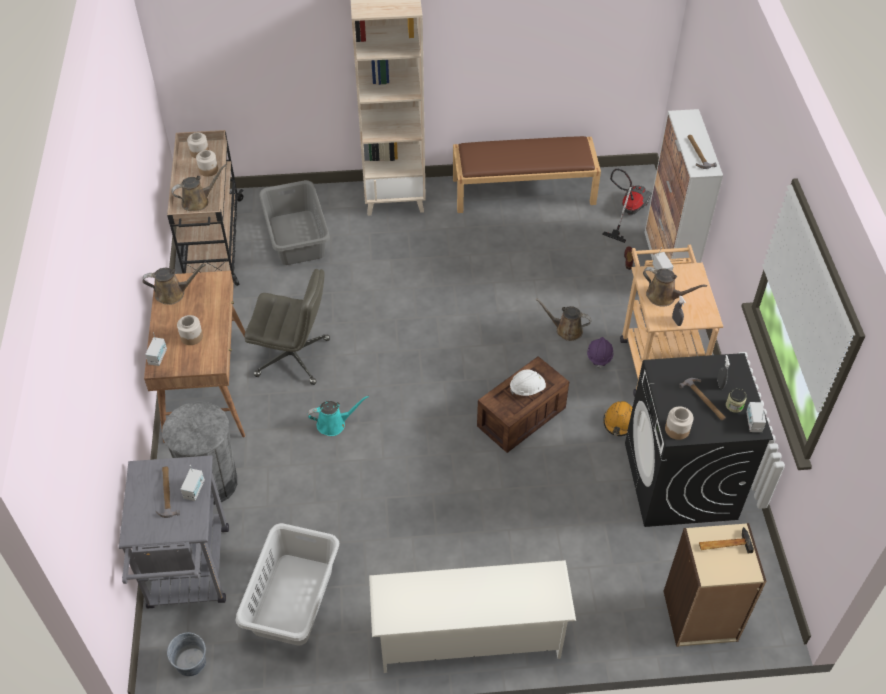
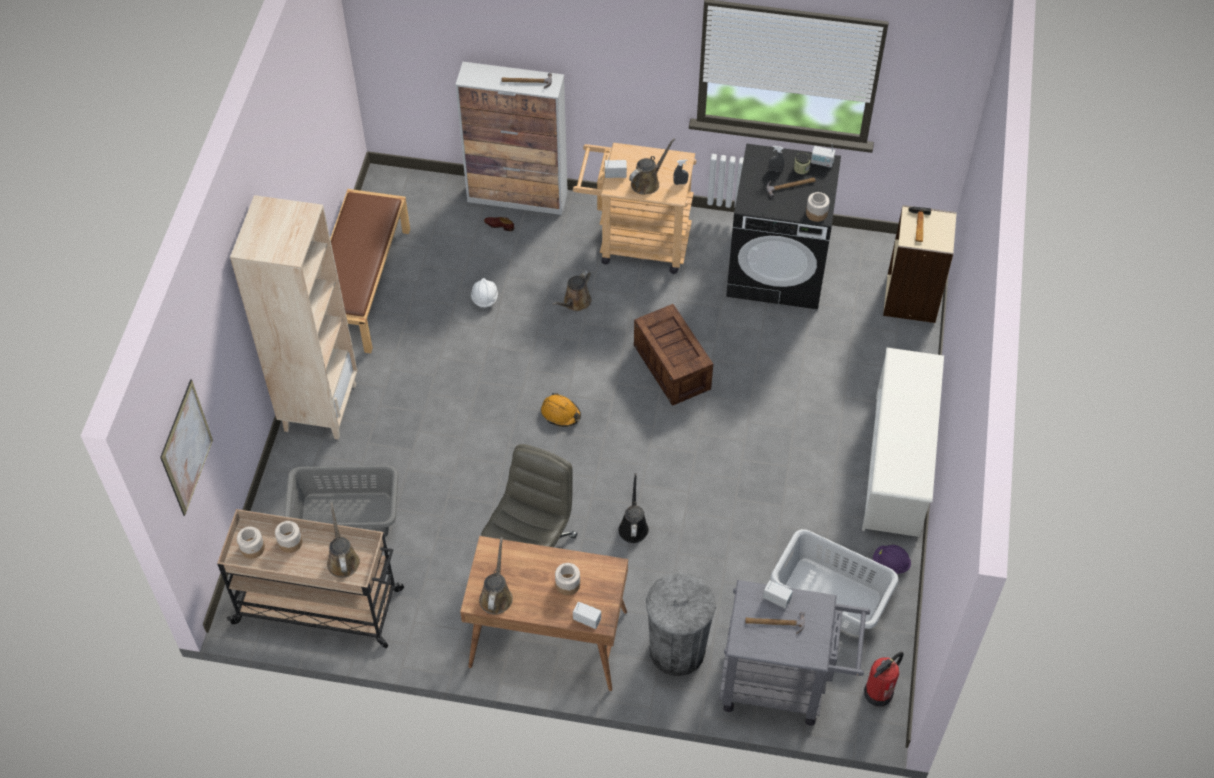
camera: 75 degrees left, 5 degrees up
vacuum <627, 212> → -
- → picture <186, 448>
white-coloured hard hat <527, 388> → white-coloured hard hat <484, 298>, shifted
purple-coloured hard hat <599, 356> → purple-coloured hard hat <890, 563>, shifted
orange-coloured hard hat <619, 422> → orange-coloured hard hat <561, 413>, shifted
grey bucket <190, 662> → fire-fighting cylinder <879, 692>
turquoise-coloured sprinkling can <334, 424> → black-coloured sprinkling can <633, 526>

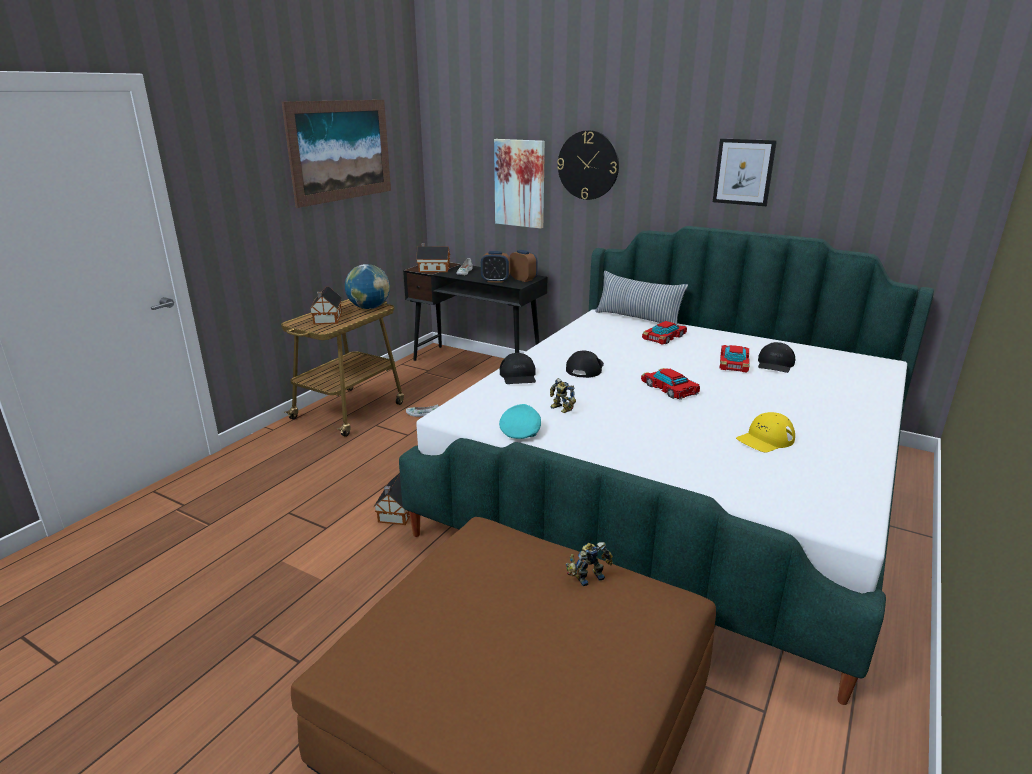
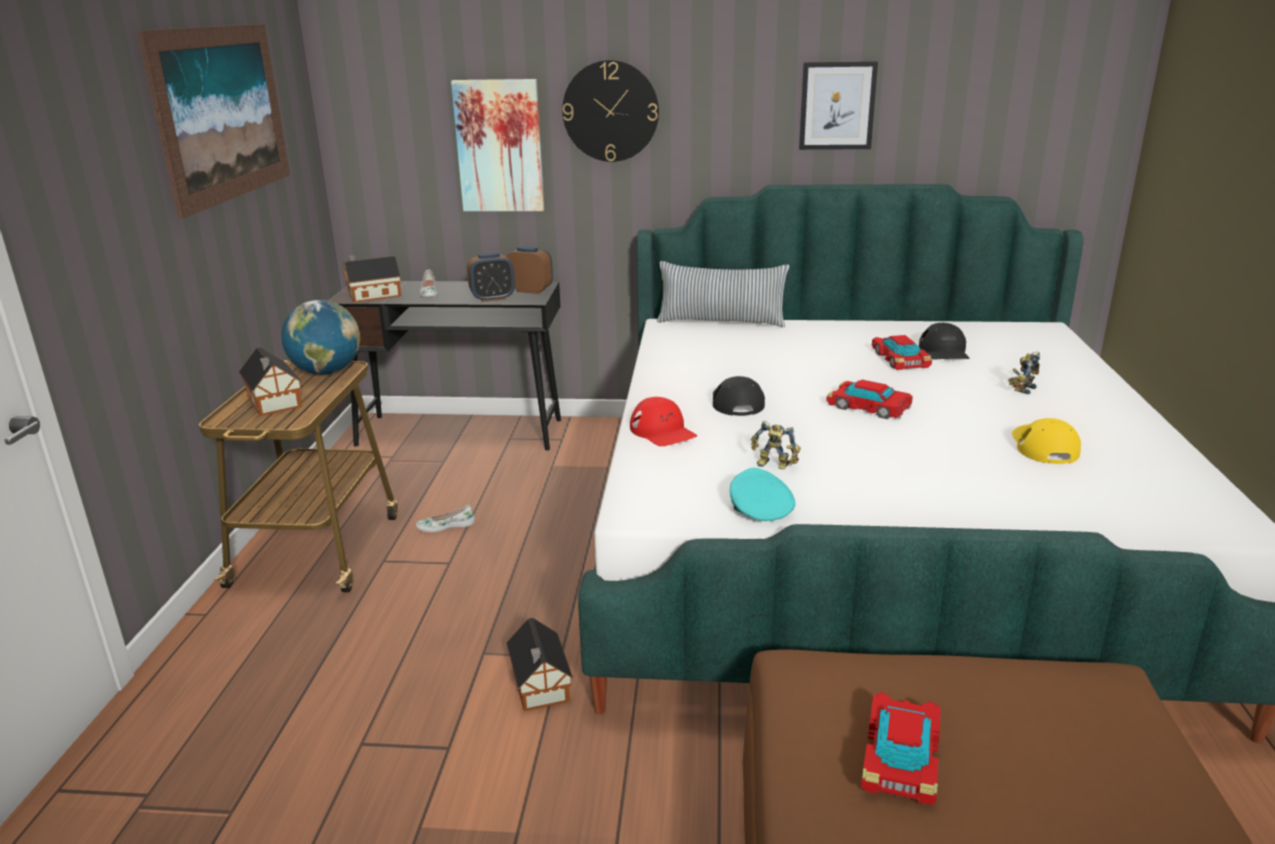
camera: 25 degrees left, 0 degrees up
toy robot <588, 576> → toy robot <1022, 389>, shifted
toy car <665, 337> → toy car <902, 756>, shifted
black-coloured peaked cap <518, 376> → red peaked cap <663, 431>
yellowish peaked cap <765, 439> → yellowish peaked cap <1043, 446>, 150 degrees clockwise

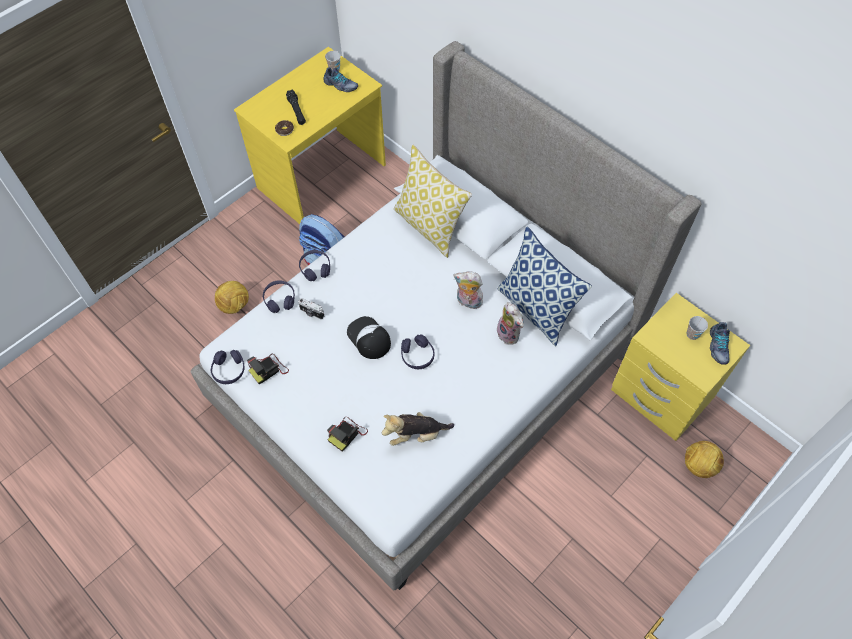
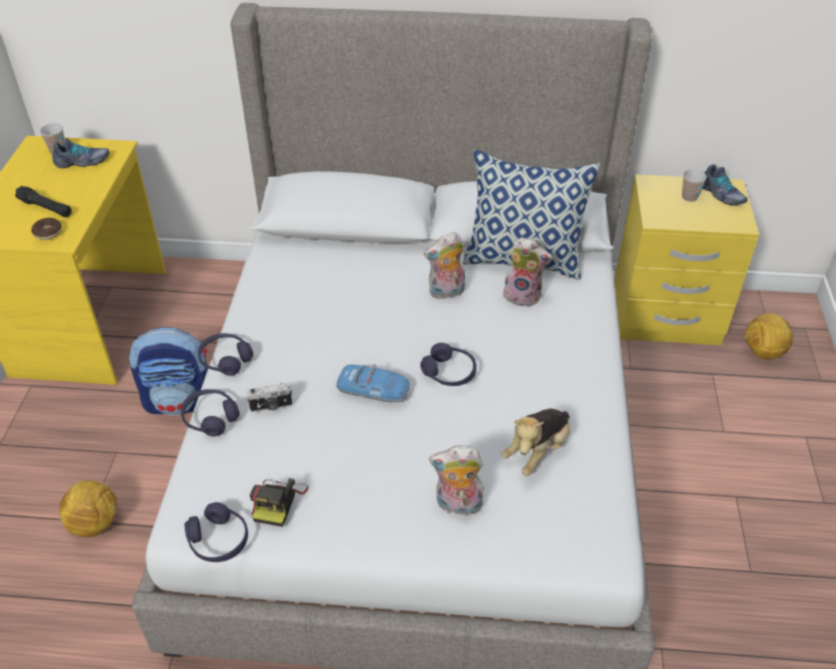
camera: 40 degrees left, 15 degrees down
throw pillow <430, 226> → -
photo camera <347, 434> → plush toy <457, 505>
peaked cap <368, 338> → toy car <373, 389>

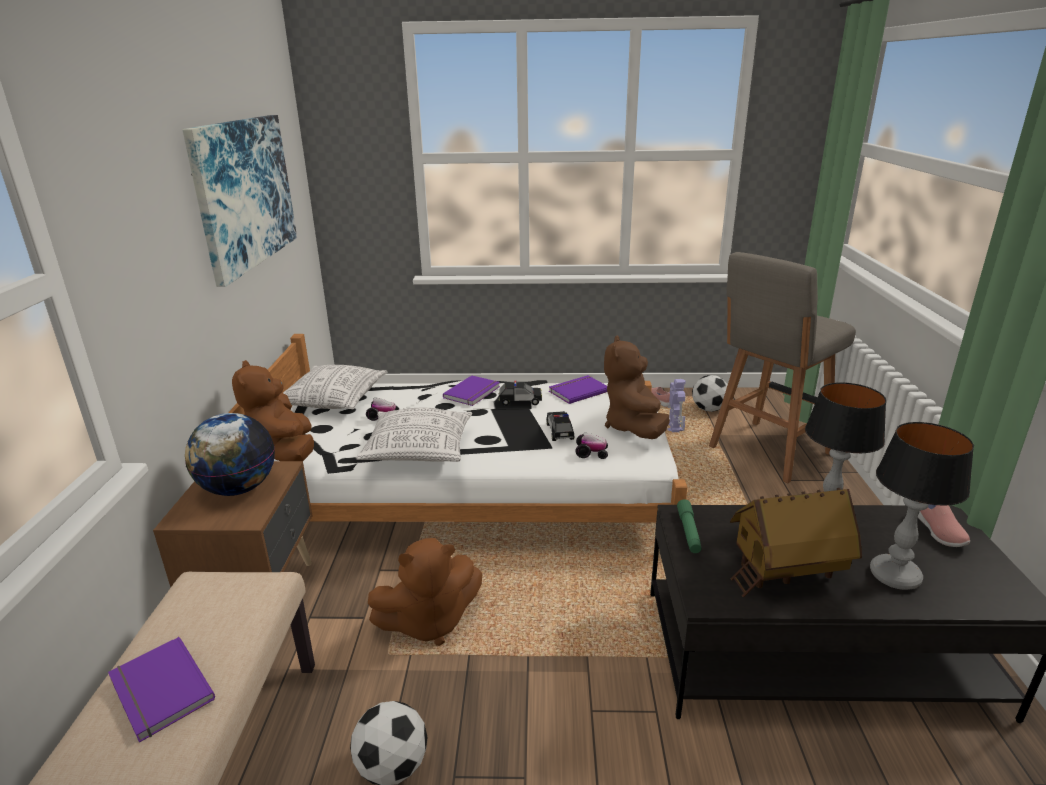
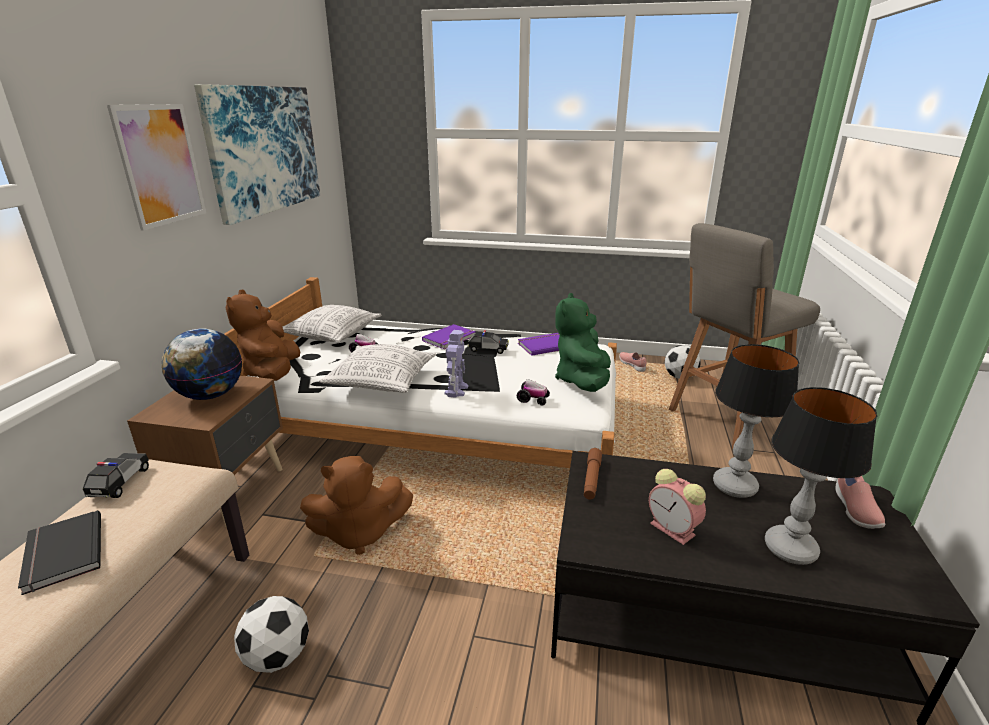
camera: 10 degrees right, 0 degrees up
- → picture <161, 165>
toy car <560, 432> → toy car <120, 483>, shifted
toy robot <674, 427> → toy robot <456, 390>, shifted
miniature house <786, 573> → bedside clock <674, 530>
purple-coloured book <158, 691> → black-coloured book <61, 554>
brown-coloured plush toy <634, 427> → green-coloured plush toy <582, 381>
green-coloured torch <688, 531> → brown-coloured torch <592, 478>

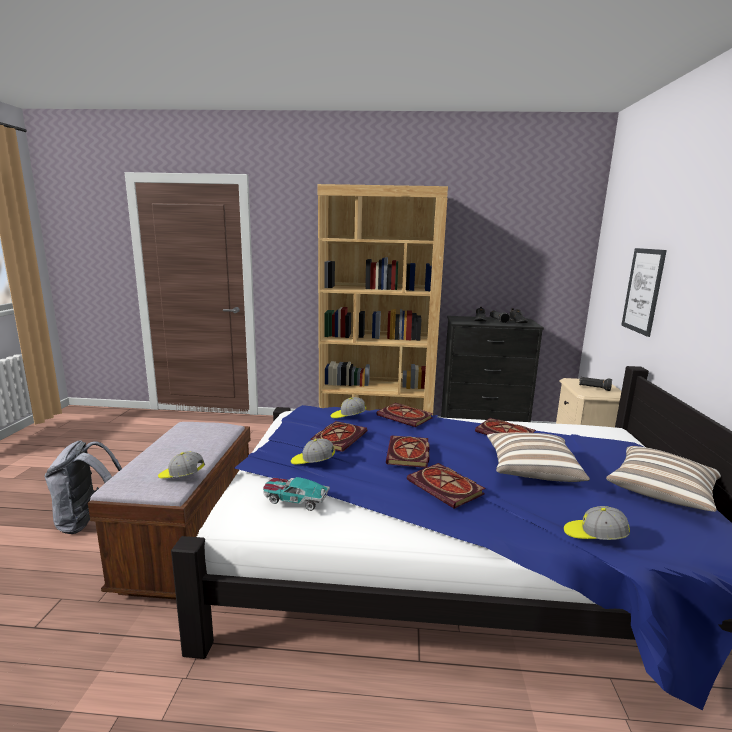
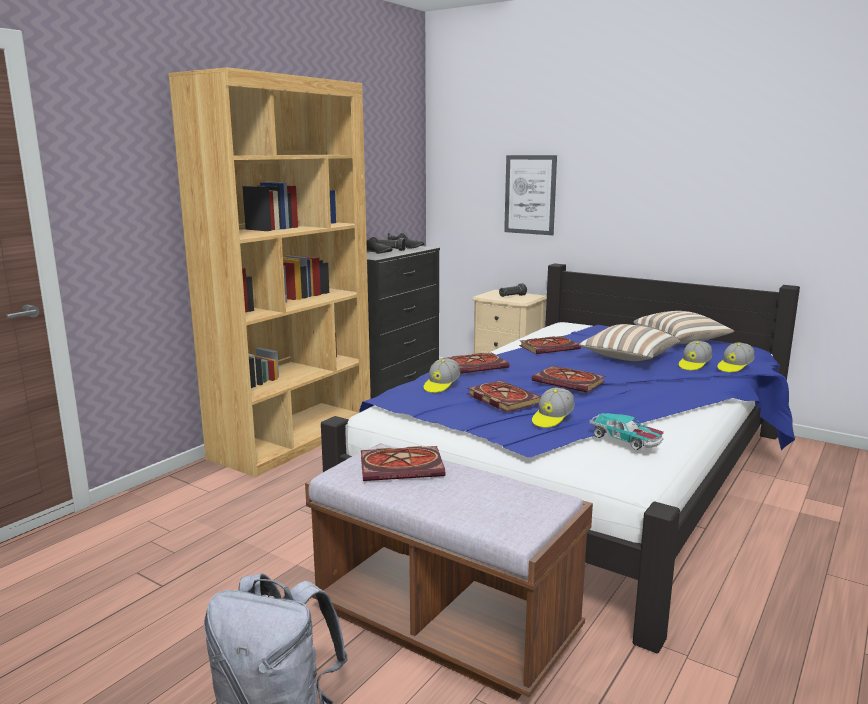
camera: 60 degrees left, 0 degrees up
peaked cap <181, 476> → peaked cap <694, 365>, shifted
book <447, 488> → book <403, 467>, shifted
toy car <295, 499> → toy car <626, 440>, 90 degrees counterclockwise

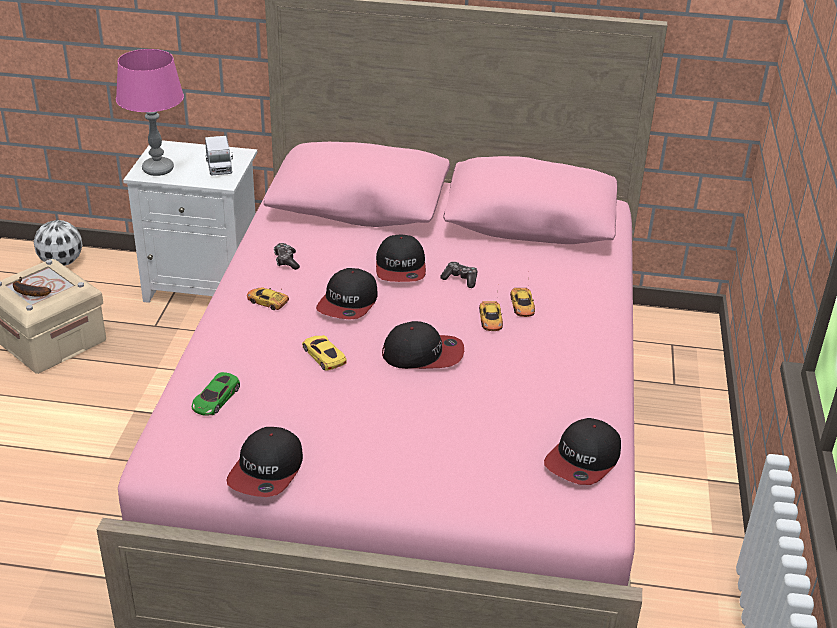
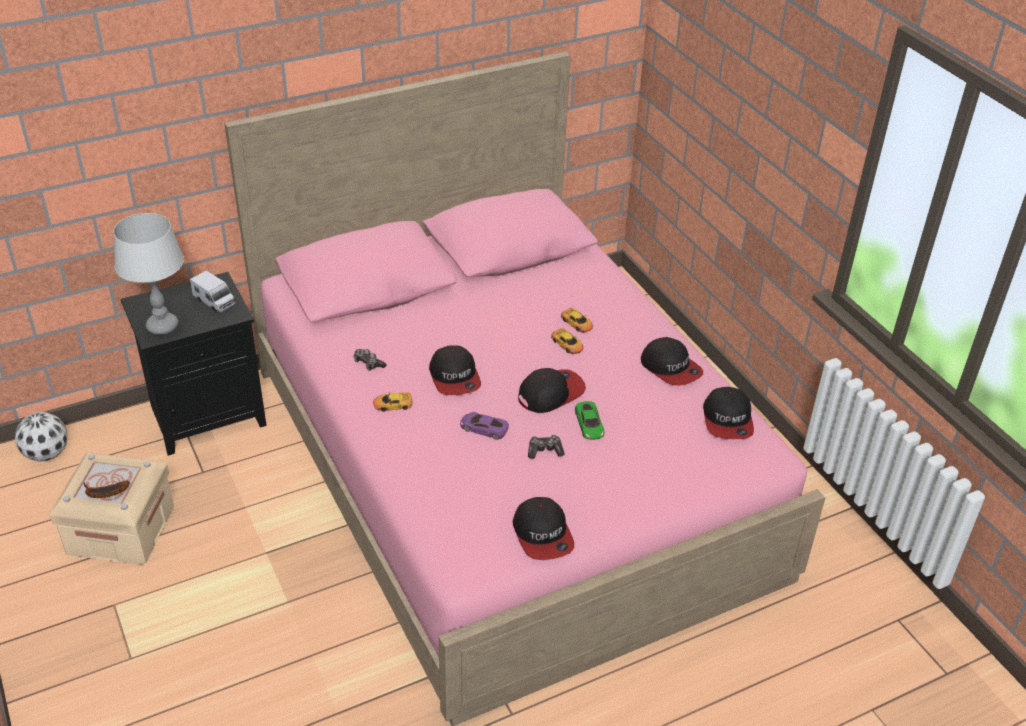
camera: 35 degrees left, 5 degrees up
green-coloured toy car <216, 398> → green-coloured toy car <589, 424>, shifted
peaked cap <401, 268> → peaked cap <671, 368>, shifted
joypad <460, 279> → joypad <545, 451>, shifted
pink-coloured lamp for a table <158, 169> → grey lamp for a table <163, 326>
white-coloured nightstand <205, 285> → black-coloured nightstand <208, 414>
yellowish toy car <323, 355> → purple-coloured toy car <484, 428>

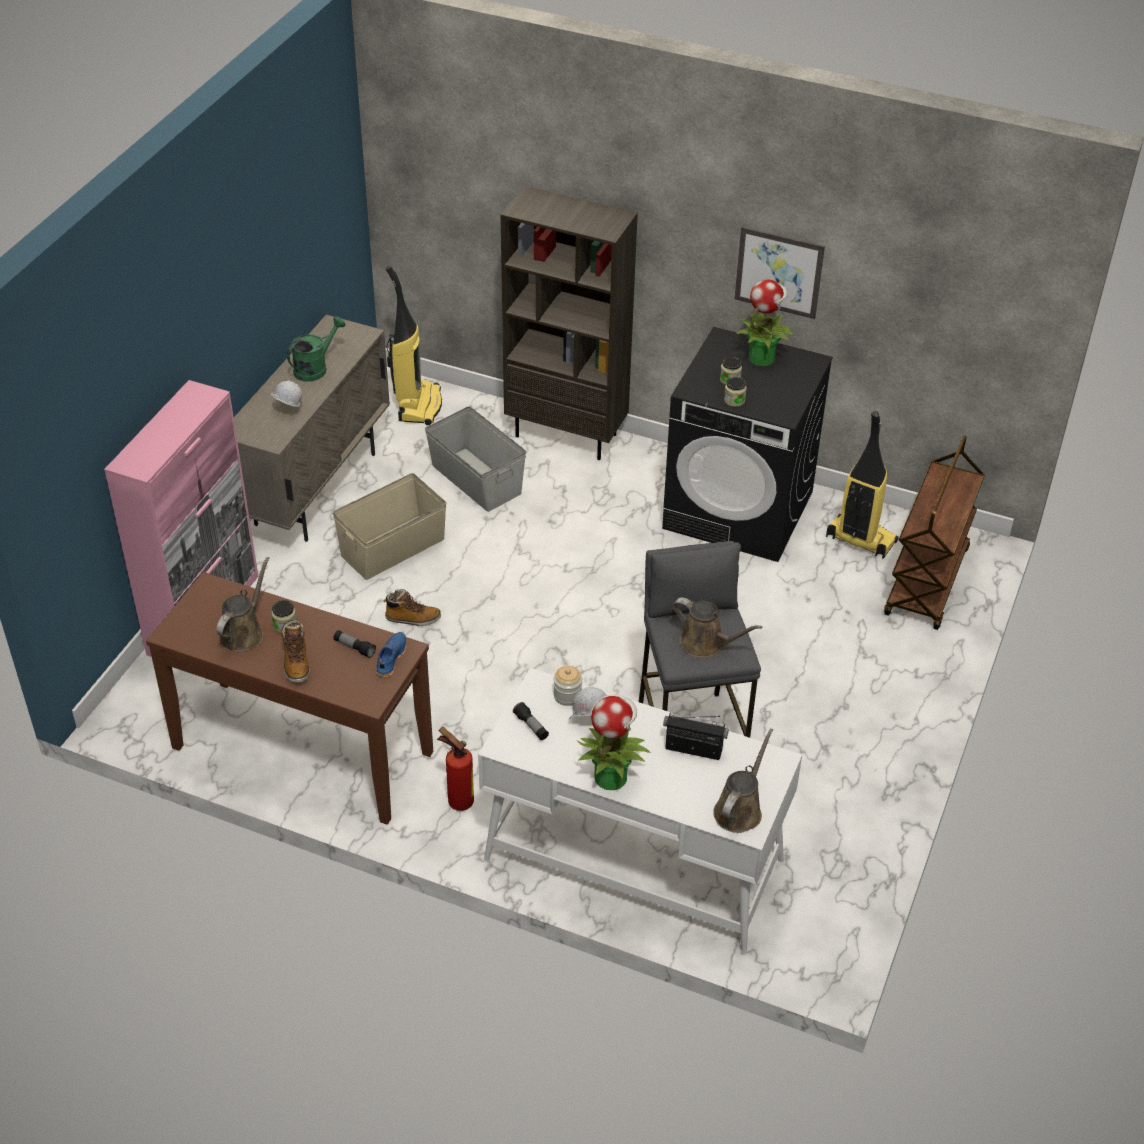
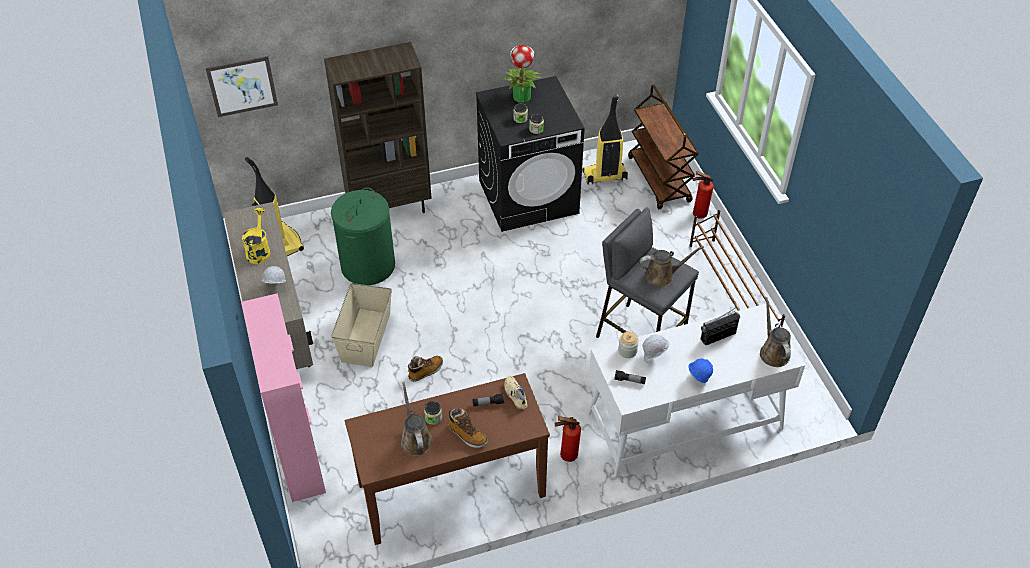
camera: 40 degrees left, 5 degrees up
- → brown-coloured shoe stand <731, 293>
- → fire-fighting cylinder <697, 214>
picture <778, 272> → picture <242, 86>, shifted
grey storage bin <476, 478> → green-coloured washing basket <367, 265>
houseplant <610, 776> → blue hard hat <697, 379>
green-coloured sprinkling can <315, 368> → yellowish sprinkling can <259, 250>
blue item of footwear <390, 658> → sand-coloured item of footwear <515, 395>

